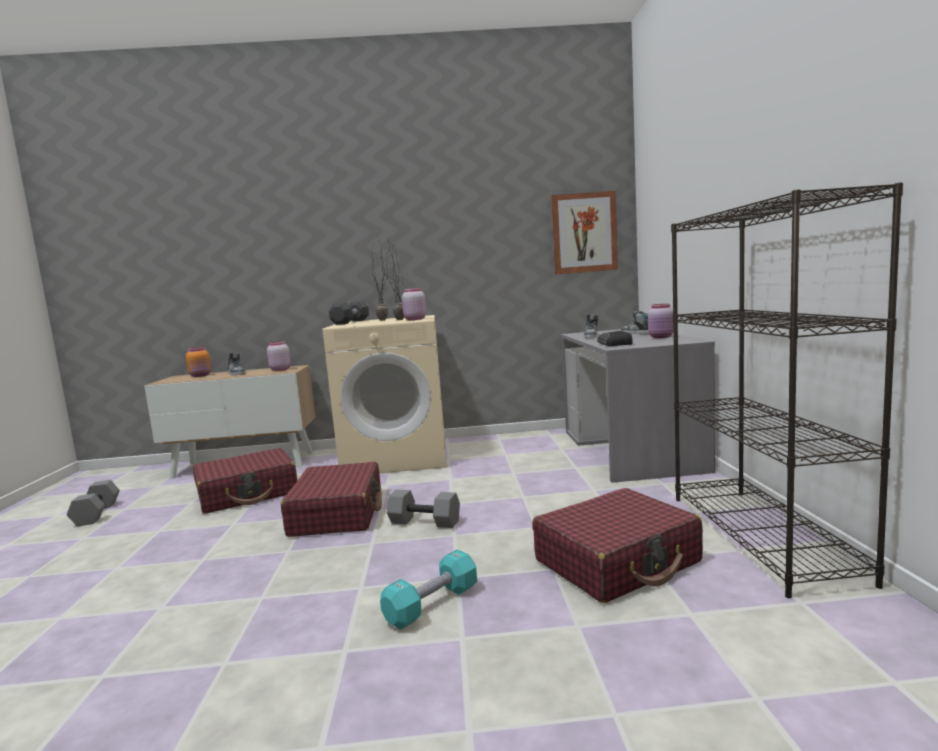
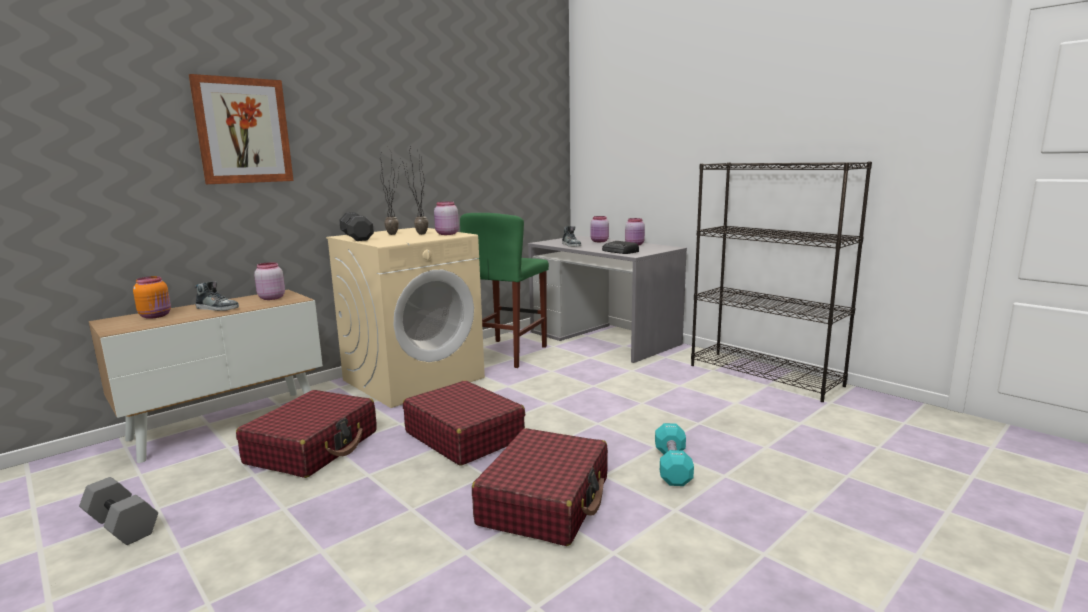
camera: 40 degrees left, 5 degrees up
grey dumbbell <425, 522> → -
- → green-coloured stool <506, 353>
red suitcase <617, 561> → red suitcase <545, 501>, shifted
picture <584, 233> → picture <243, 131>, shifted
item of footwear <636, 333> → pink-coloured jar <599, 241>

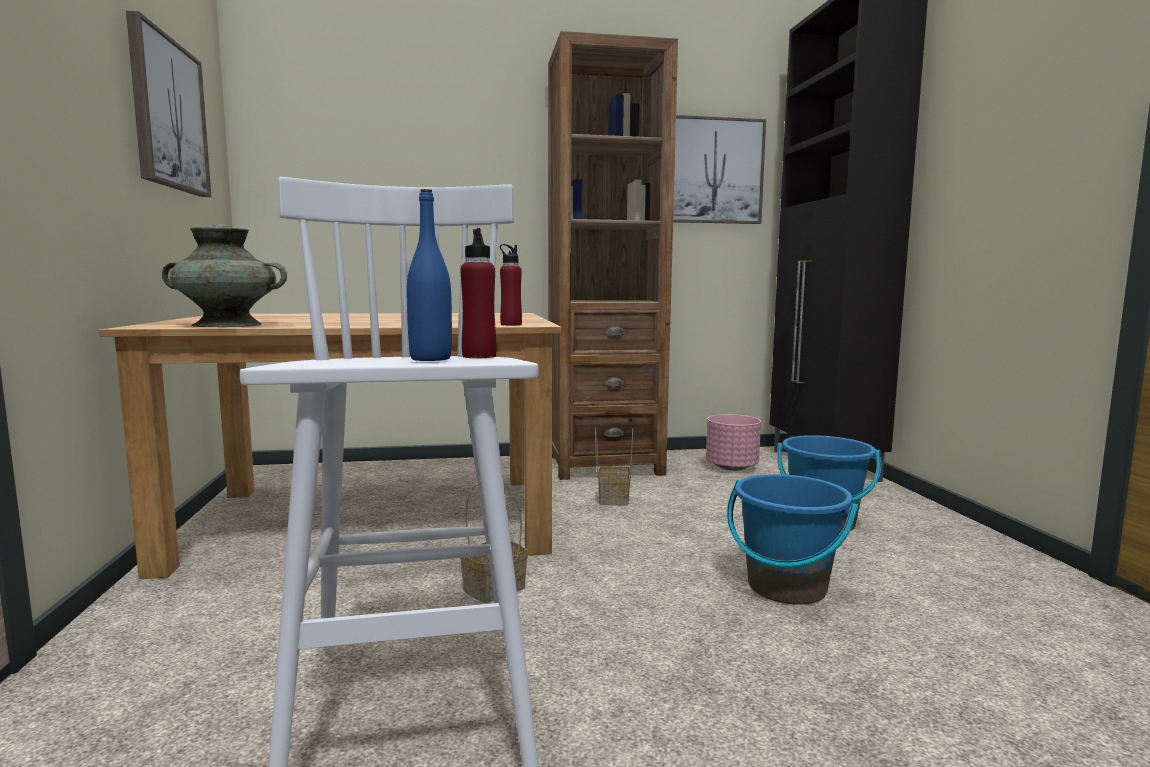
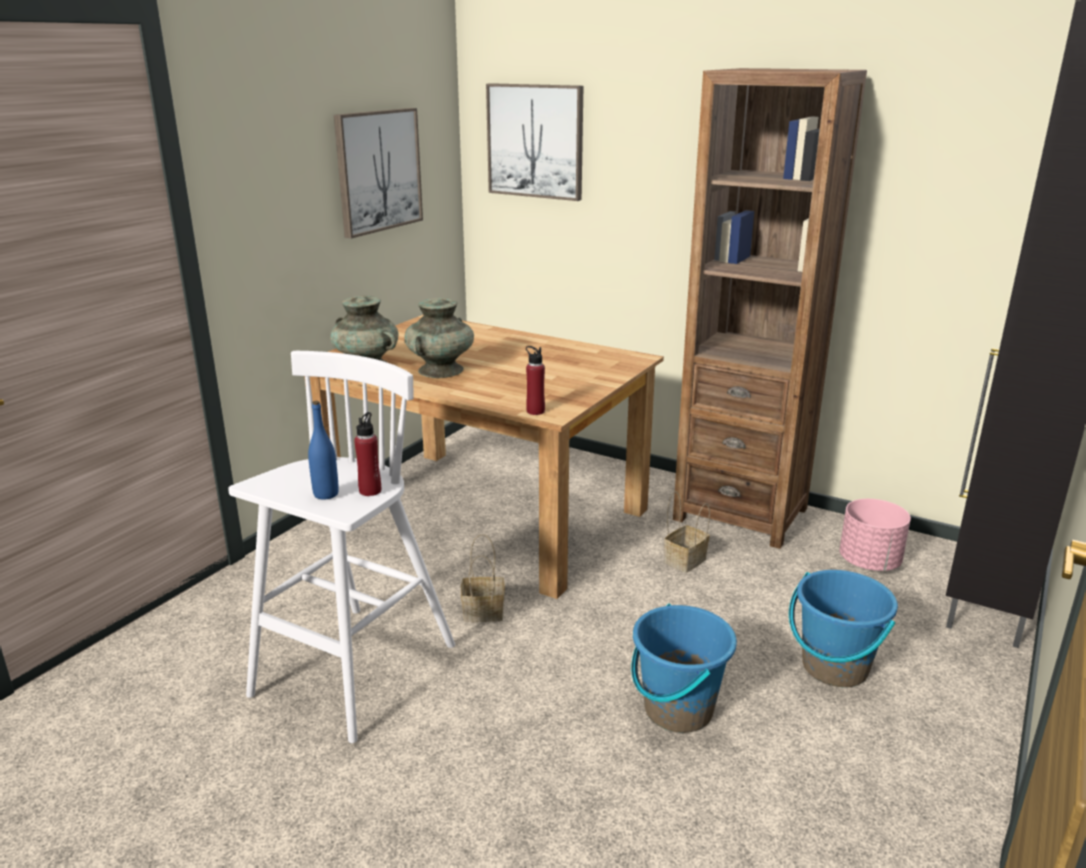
camera: 40 degrees right, 15 degrees up
- → turquoise-coloured flower vase <440, 370>
picture <713, 171> → picture <535, 141>, shifted

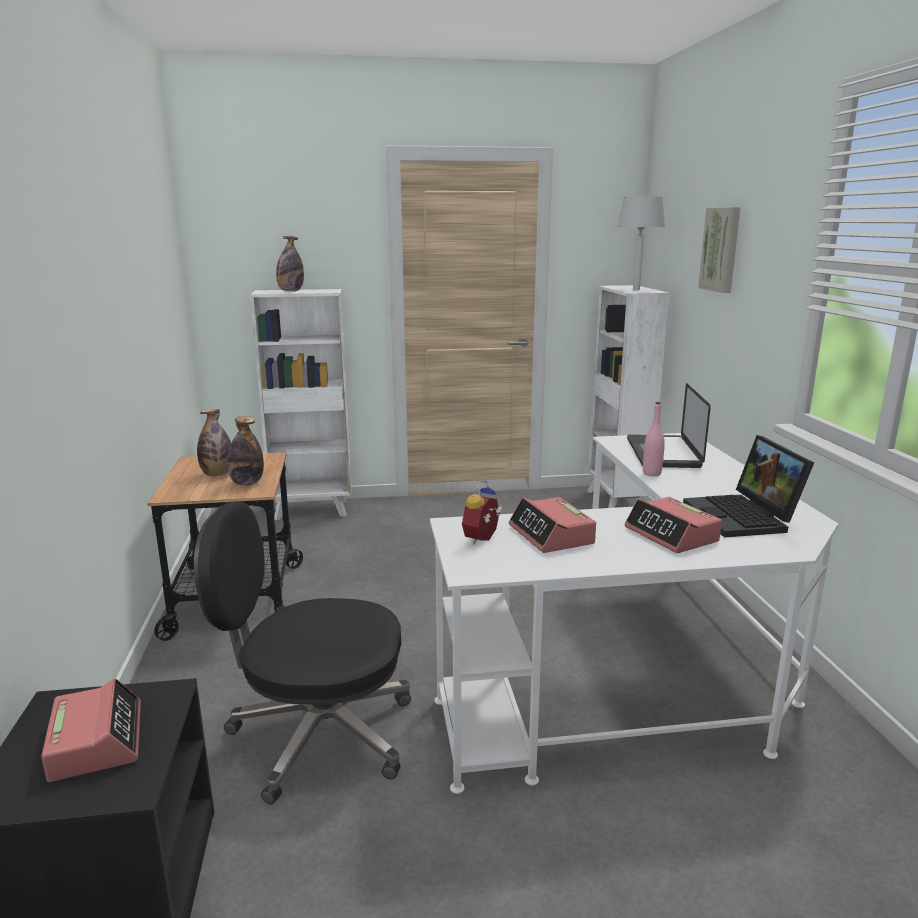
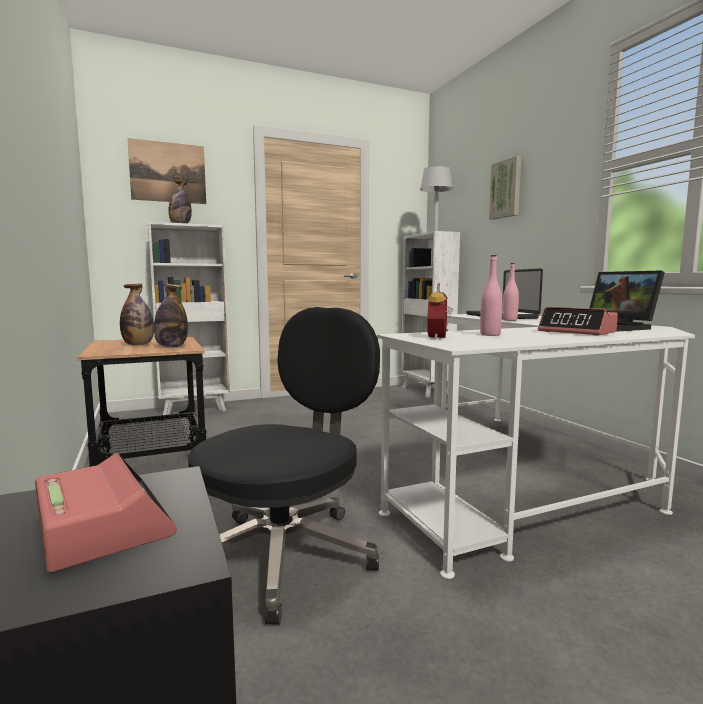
camera: 15 degrees left, 10 degrees down
- → picture <168, 172>
bedside clock <551, 535> → pink-coloured beverage bottle <490, 335>
black-coloured computer chair <318, 735> → black-coloured computer chair <286, 554>, 135 degrees clockwise

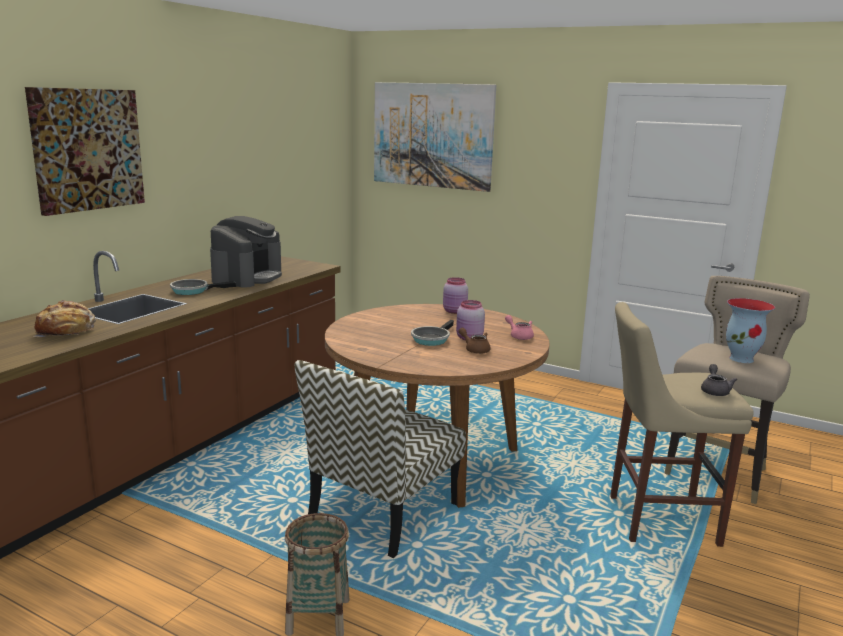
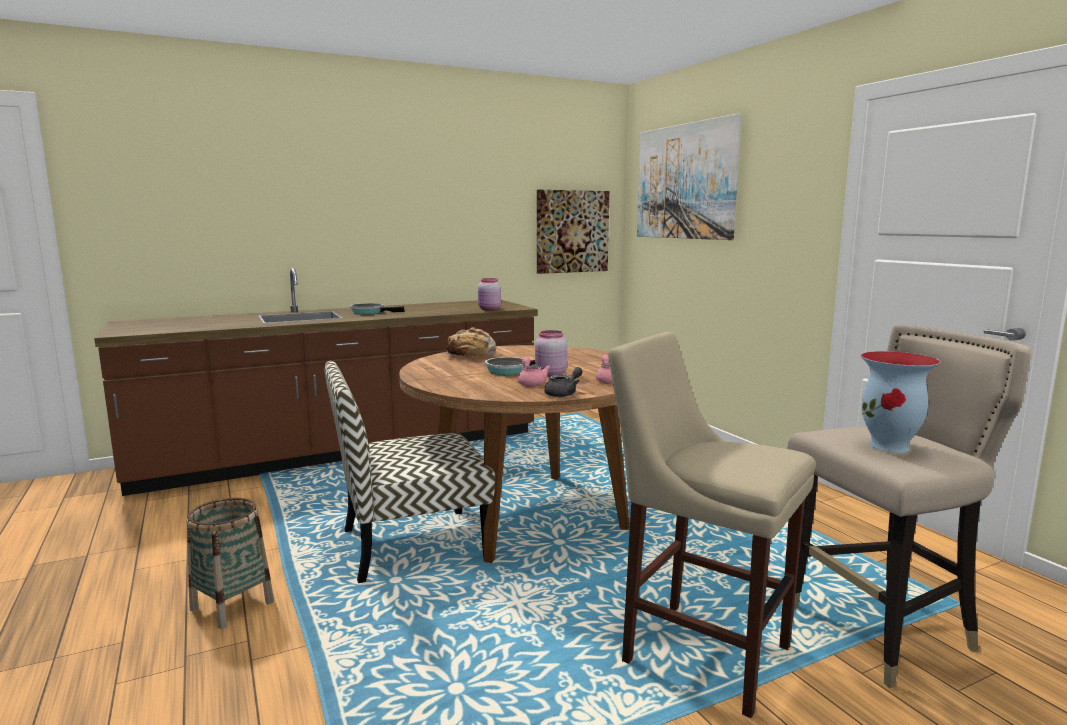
camera: 35 degrees right, 5 degrees down
coffee brewer <247, 277> → -
picture <87, 149> → picture <572, 231>, shifted
baked bread <66, 331> → baked bread <471, 355>, shifted
pink-coloured jar <455, 311> → pink-coloured jar <489, 309>, shifted
grey teapot <715, 391> → grey teapot <564, 394>, shifted
brown-coloured teapot <475, 349> → pink-coloured teapot <531, 383>

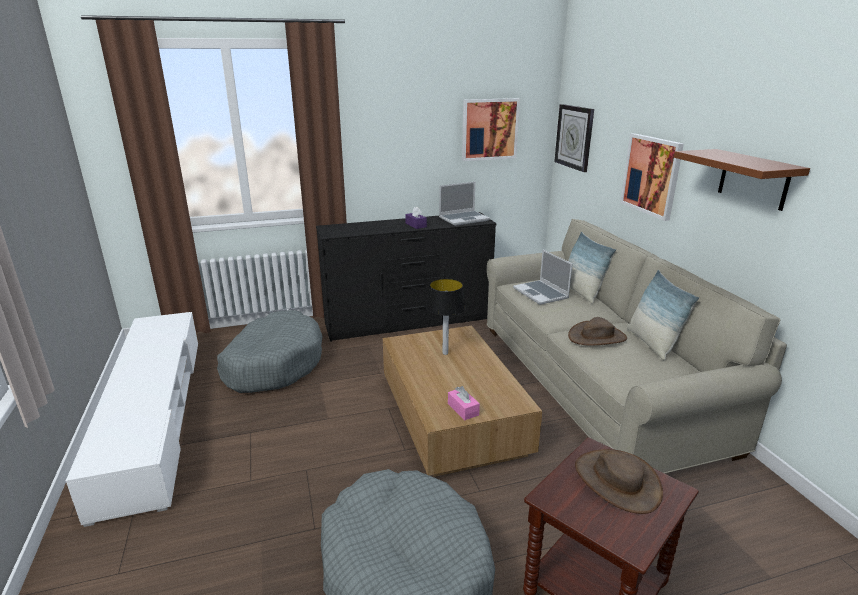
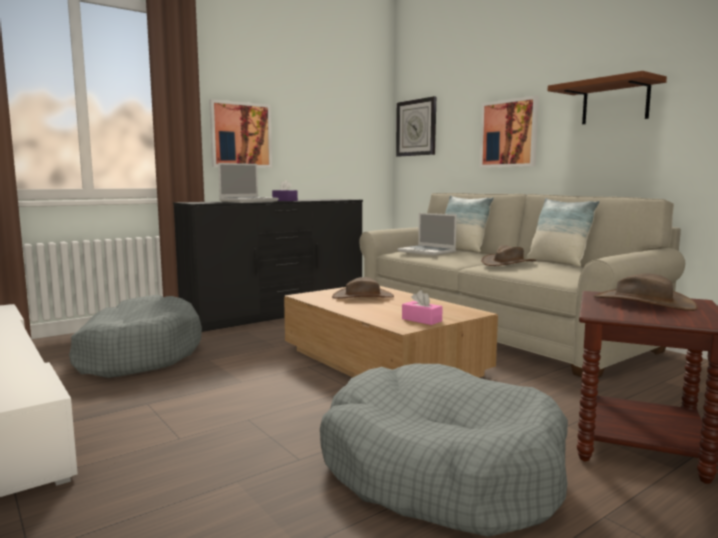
camera: 20 degrees left, 15 degrees down
laptop <464, 219> → laptop <249, 201>, shifted
picture <489, 129> → picture <240, 135>, shifted
lamp for a table <445, 353> → brown-coloured clothing hat <363, 297>

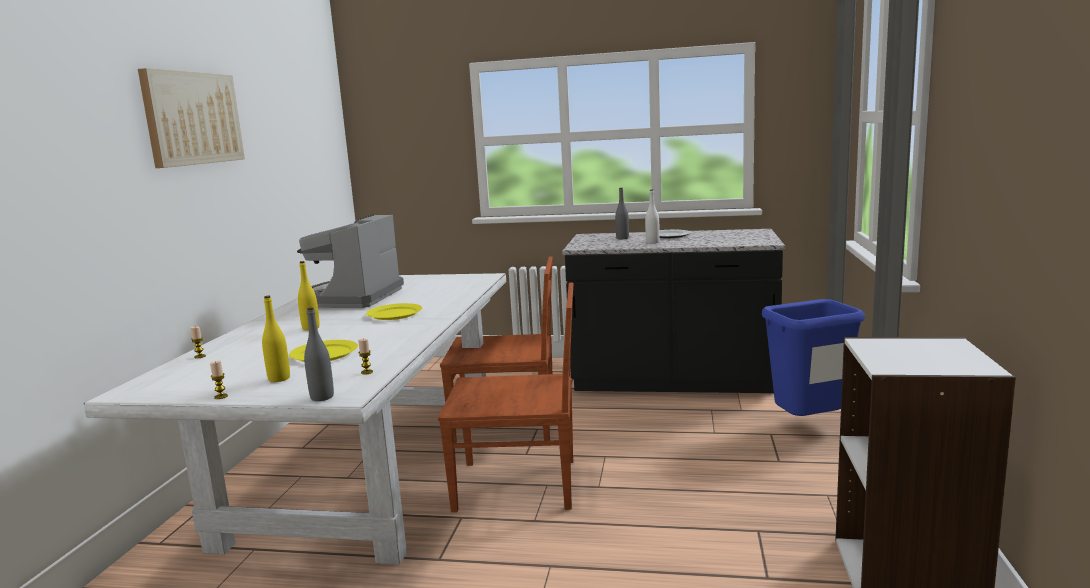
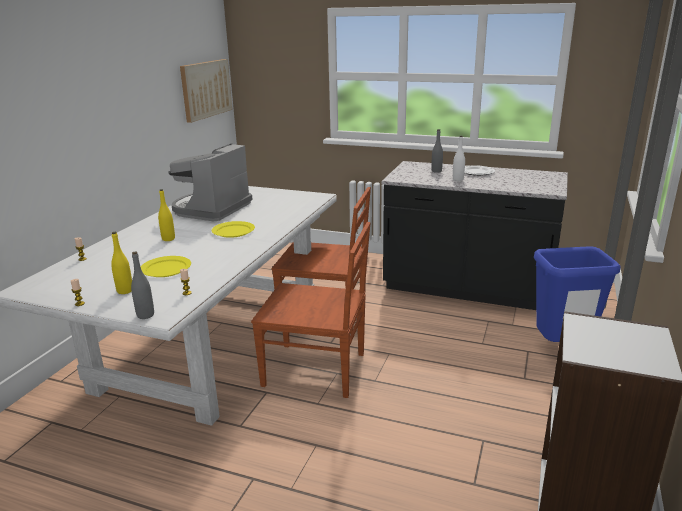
camera: 10 degrees right, 10 degrees up
picture <192, 118> → picture <205, 89>, shifted

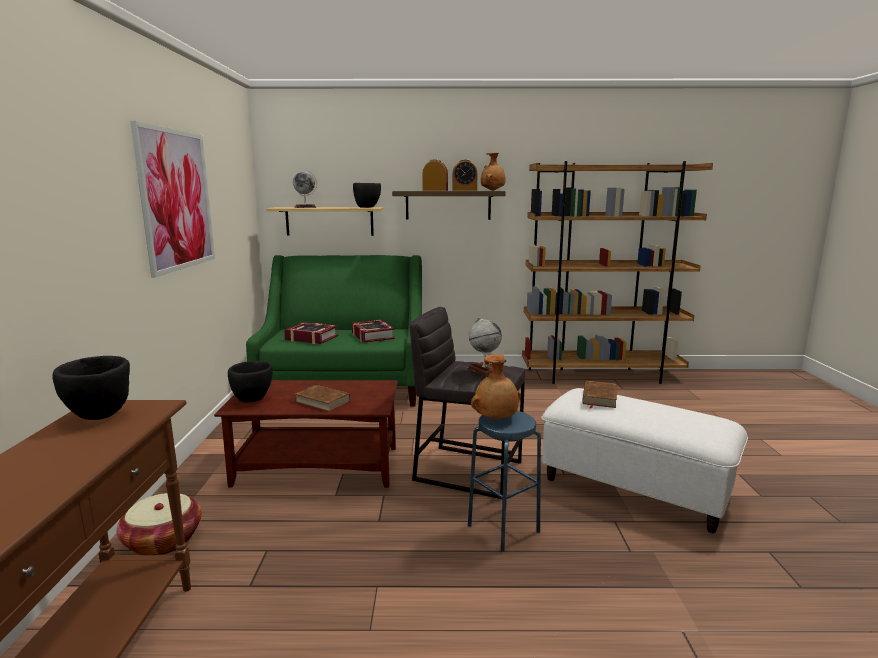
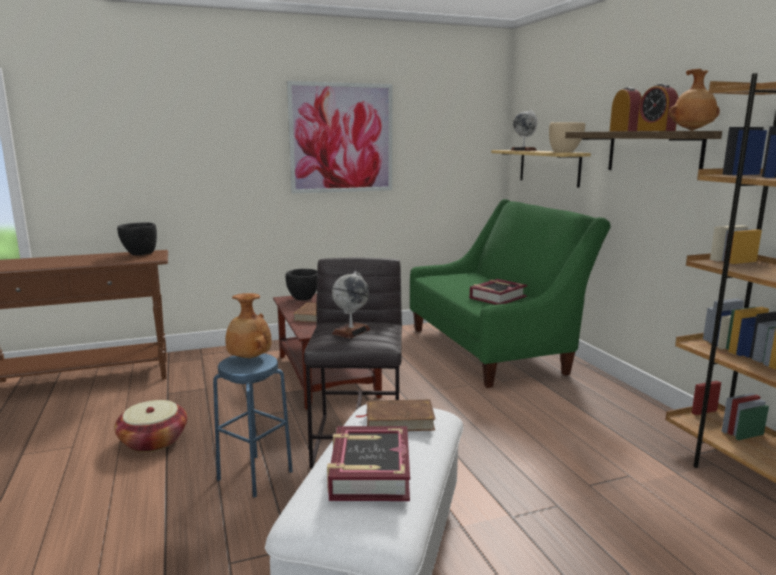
camera: 70 degrees right, 0 degrees up
storage basket <163, 541> → storage basket <153, 441>, shifted
book <311, 338> → book <369, 472>, shifted
black-coloured bowl <367, 207> → sand-coloured bowl <565, 152>

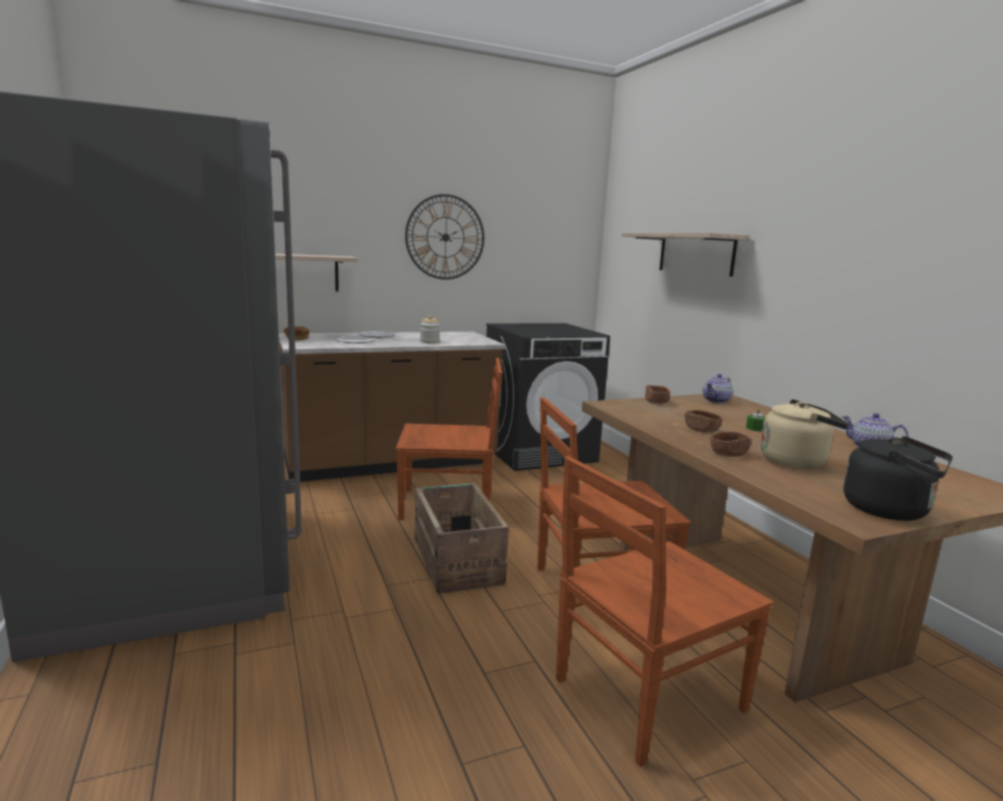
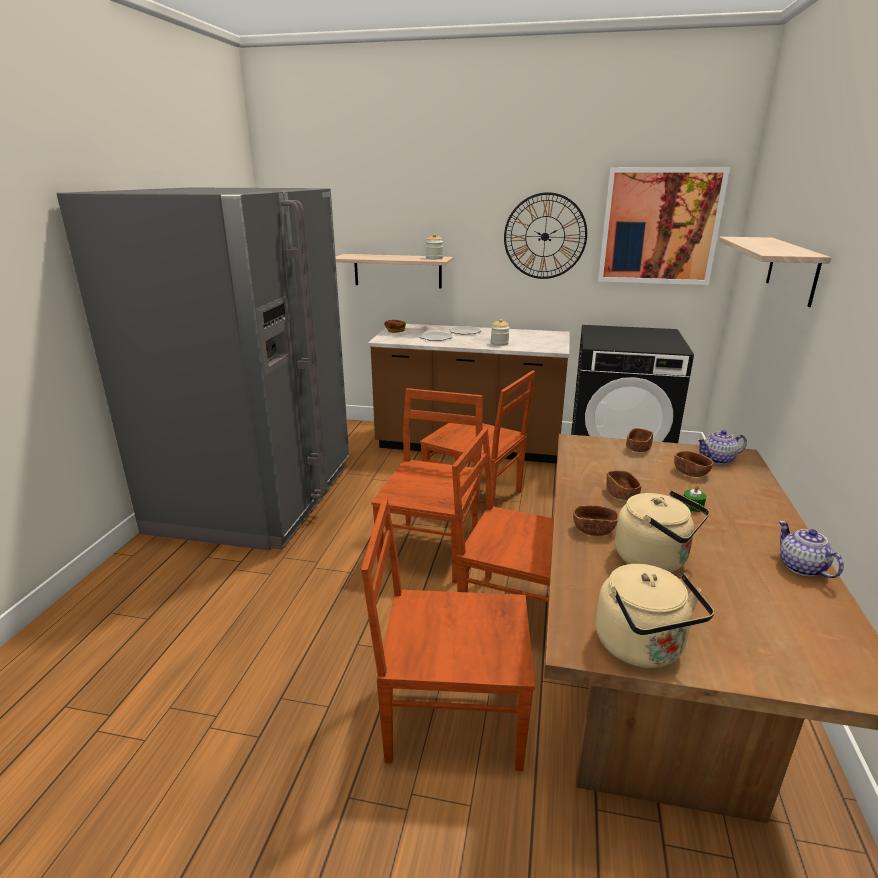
camera: 35 degrees right, 10 degrees up
- → jar <434, 258>
- → picture <659, 226>
- → brown-coloured bowl <691, 472>
crate <457, 560> → brown-coloured chair <431, 548>
black-coloured kettle <890, 511> → sand-coloured kettle <642, 648>

